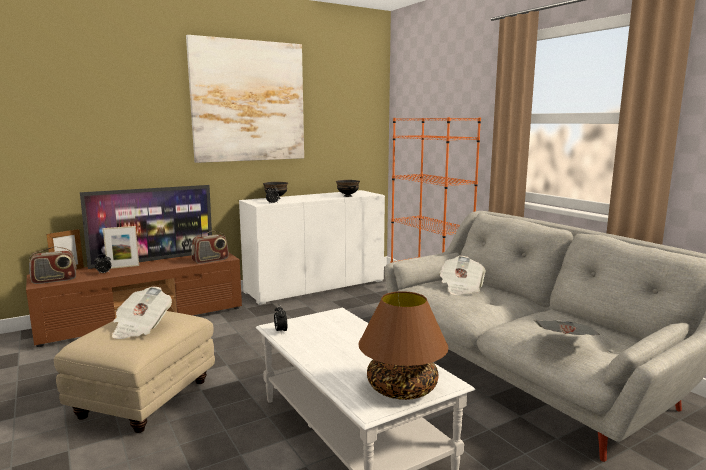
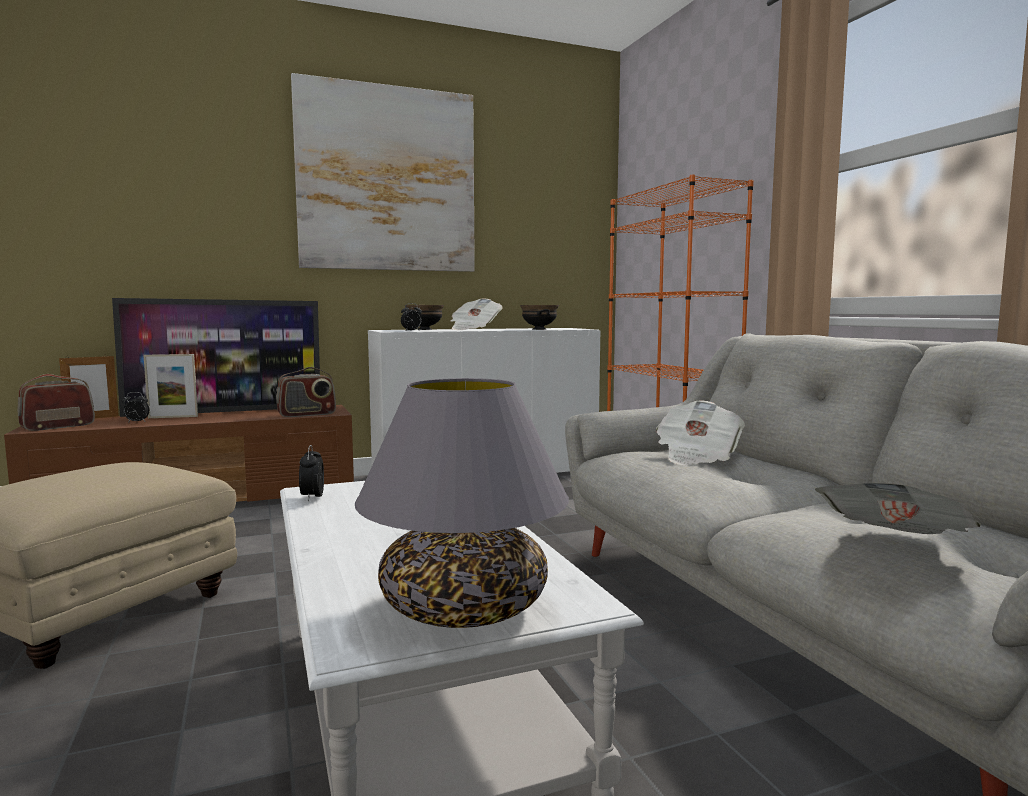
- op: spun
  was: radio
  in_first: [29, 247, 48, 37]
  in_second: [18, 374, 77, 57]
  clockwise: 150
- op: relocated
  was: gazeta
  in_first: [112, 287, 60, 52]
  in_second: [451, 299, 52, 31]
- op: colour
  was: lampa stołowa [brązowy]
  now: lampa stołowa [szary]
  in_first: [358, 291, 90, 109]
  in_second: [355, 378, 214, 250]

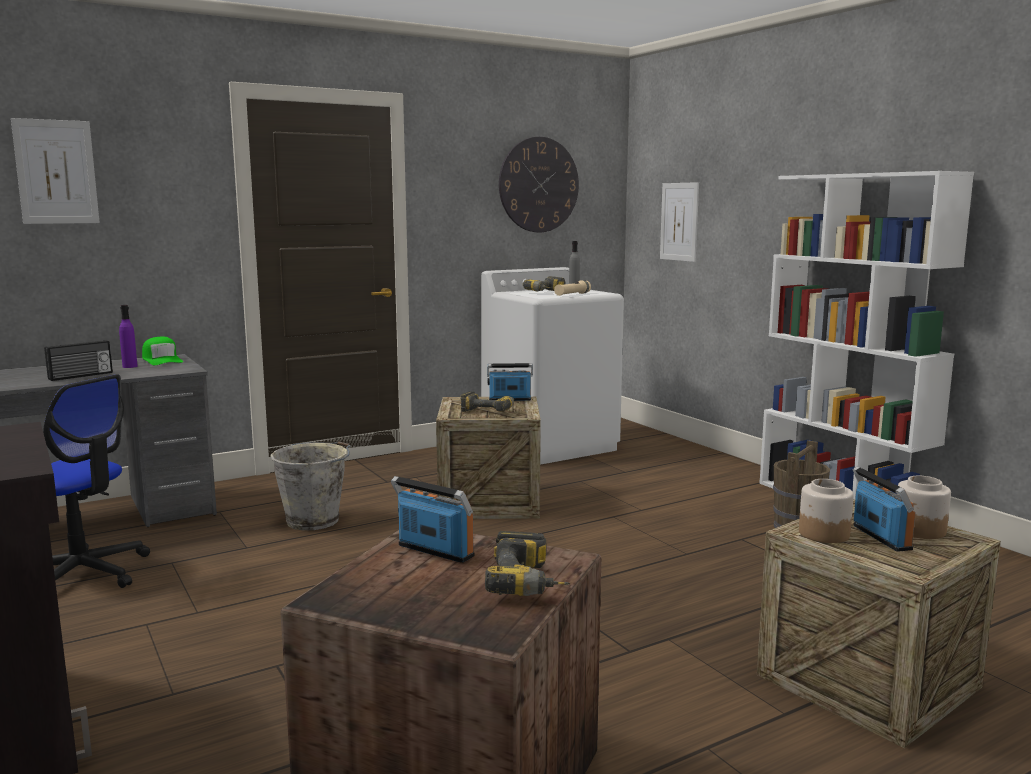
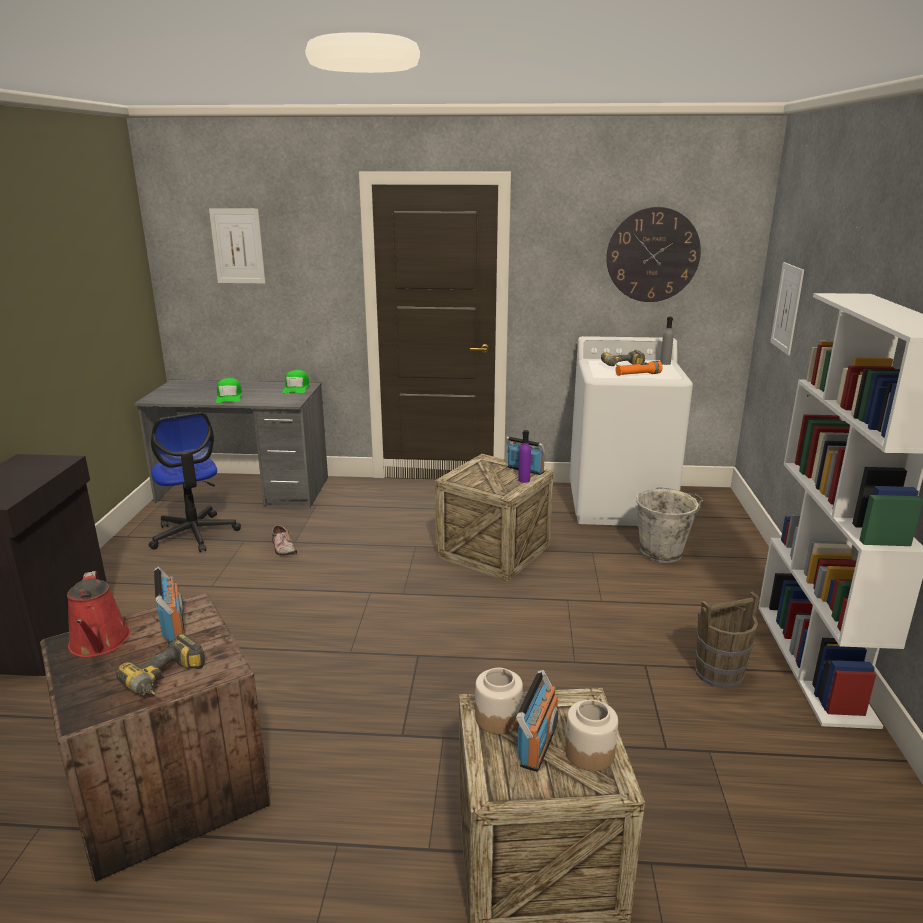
- op: exchanged
  was: radio
  now: czapka z daszkiem [zielony]
  in_first: [44, 340, 69, 41]
  in_second: [216, 378, 26, 25]
- op: relocated
  was: butelka [fioletowy]
  in_first: [119, 305, 19, 63]
  in_second: [518, 430, 13, 53]
- op: relocated
  was: wiadro [szary]
  in_first: [270, 441, 80, 89]
  in_second: [636, 487, 68, 76]
- op: missing
  was: wiertarka
  in_first: [460, 391, 54, 21]
- op: colour
  was: latarka [beżowy]
  now: latarka [pomarańczowy]
  in_first: [554, 280, 37, 16]
  in_second: [616, 361, 47, 15]
- op: appeared
  now: konewka [czerwony]
  in_second: [67, 571, 64, 86]
- op: appeared
  now: but
  in_second: [272, 525, 25, 31]

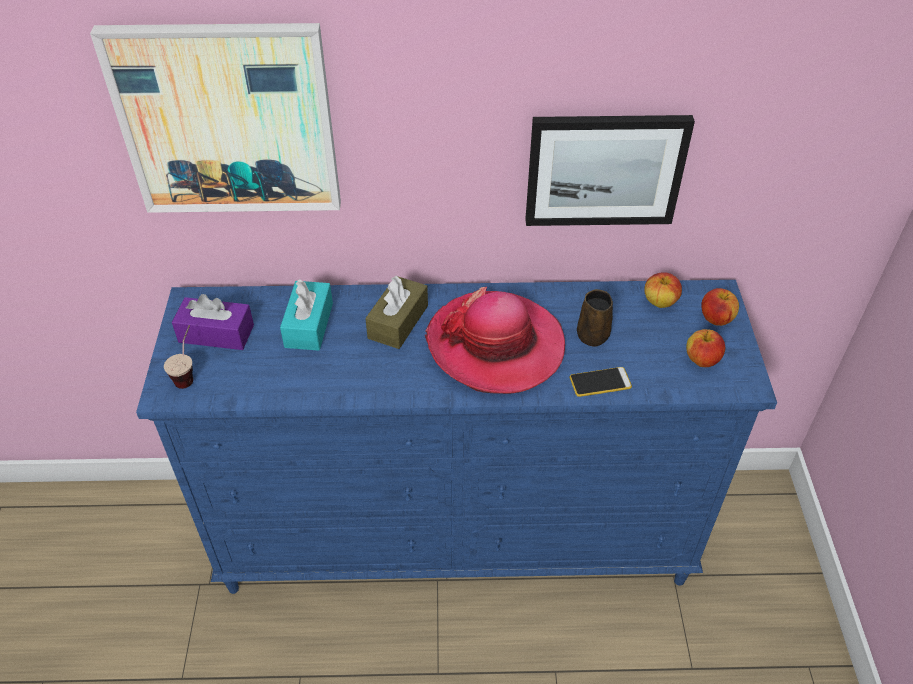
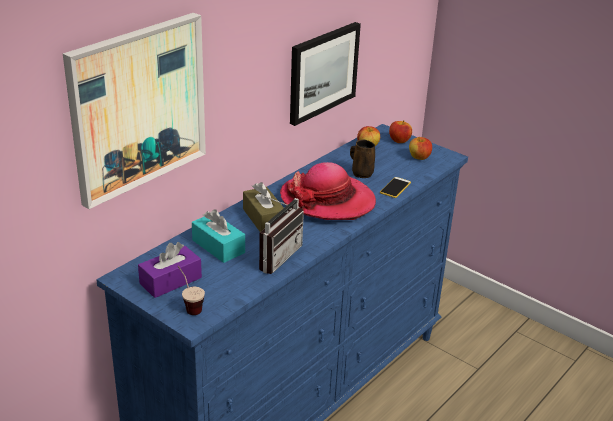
- op: appeared
  now: radio
  in_second: [258, 193, 46, 81]

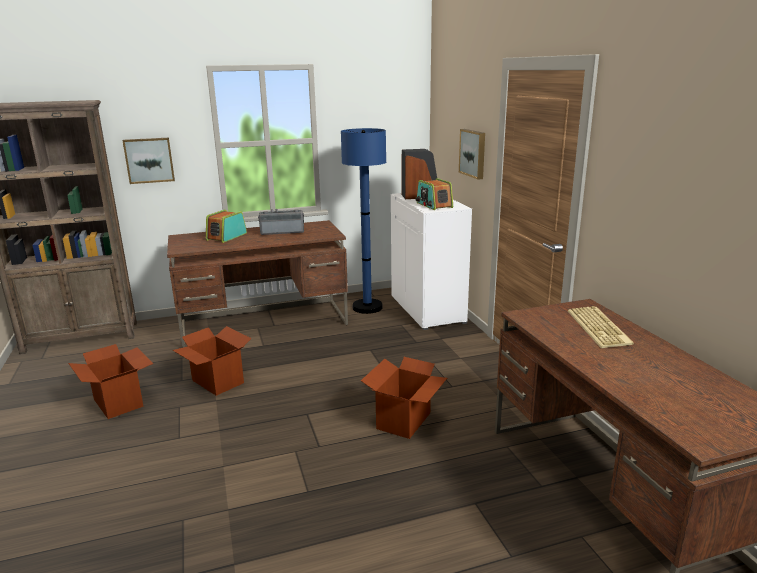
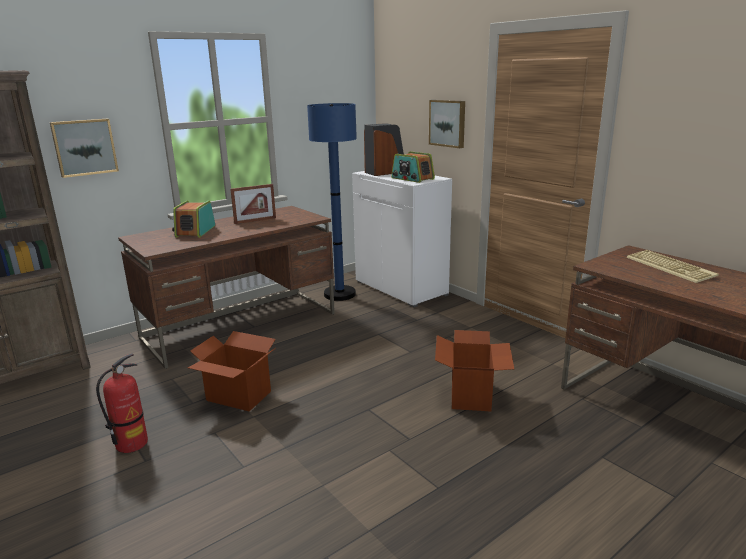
- op: exchanged
  was: karton
  now: gaśnica
  in_first: [68, 344, 86, 75]
  in_second: [96, 353, 52, 100]
- op: exchanged
  was: radio
  now: ramka na zdjęcie
  in_first: [258, 209, 46, 26]
  in_second: [230, 184, 46, 40]

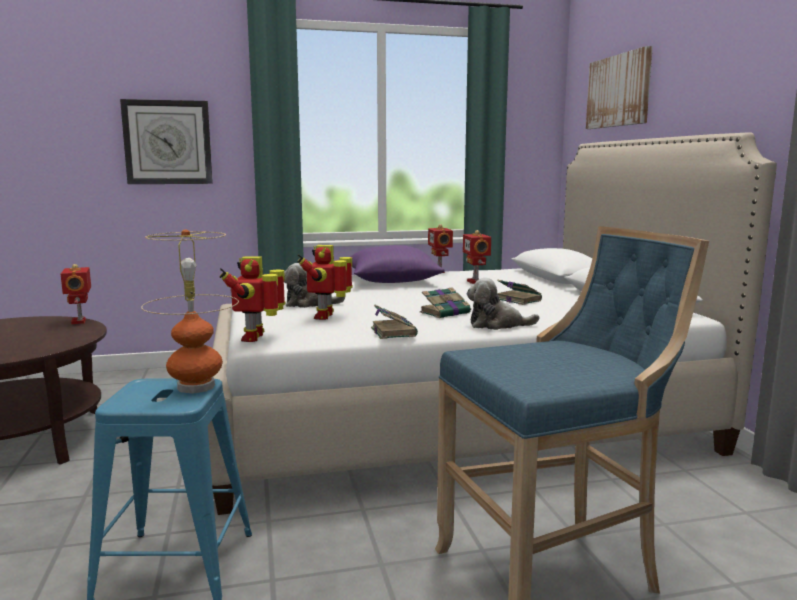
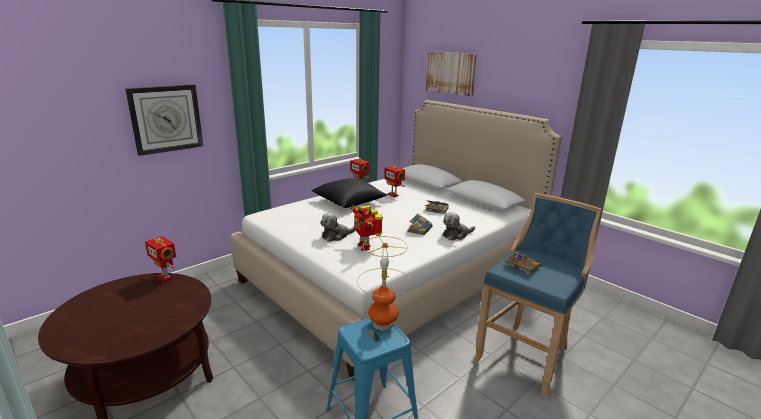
- op: missing
  was: robot zabawkowy
  in_first: [220, 256, 65, 86]
- op: colour
  was: poduszka [fioletowy]
  now: poduszka [czarny]
  in_first: [350, 245, 95, 38]
  in_second: [312, 178, 75, 30]
- op: relocated
  was: książka
  in_first: [371, 304, 47, 35]
  in_second: [504, 251, 37, 24]

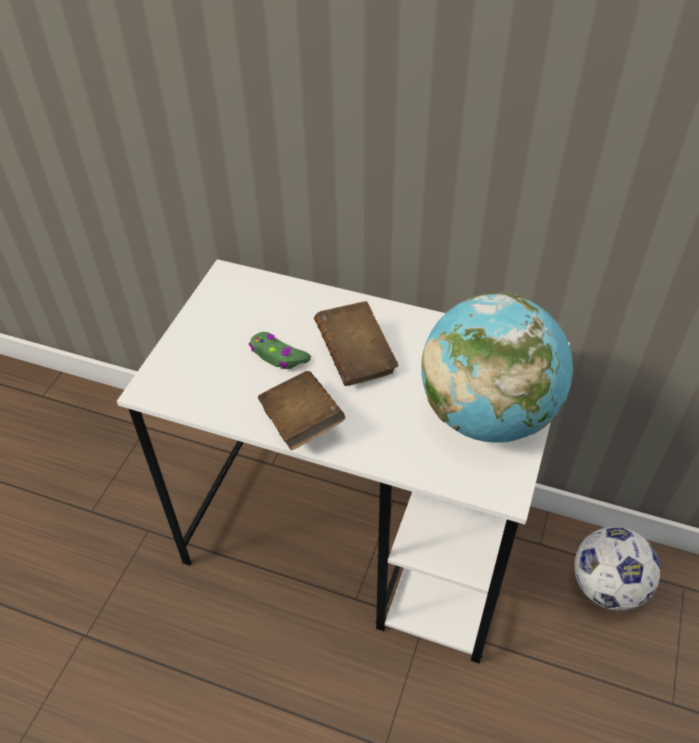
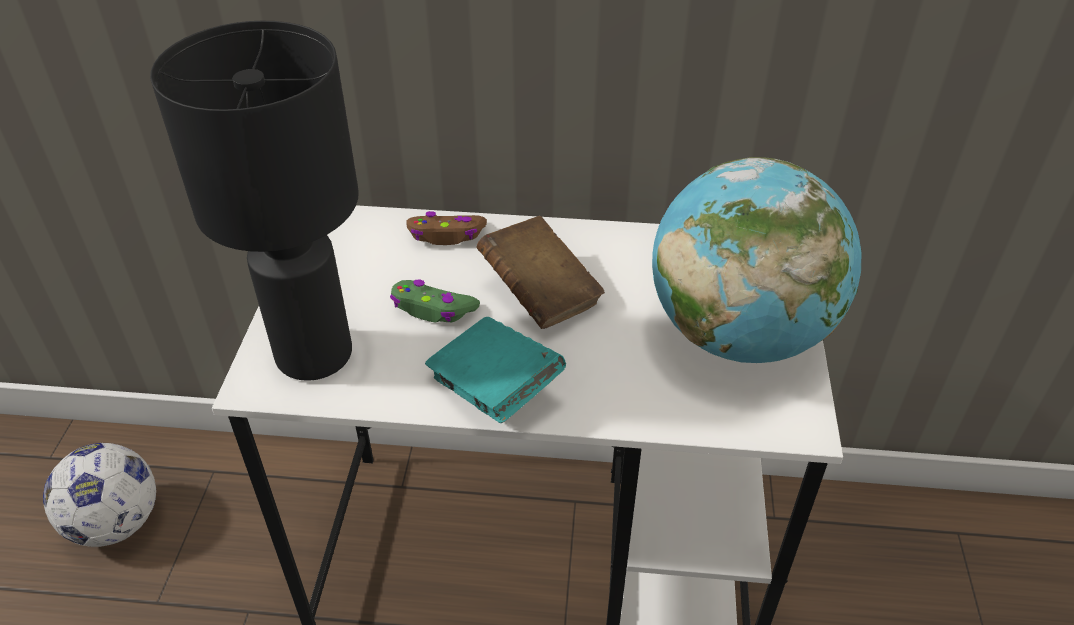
- op: colour
  was: książka [brązowy]
  now: książka [turkusowy]
  in_first: [258, 371, 87, 79]
  in_second: [425, 317, 141, 106]
- op: relocated
  was: piłka futbolowa
  in_first: [574, 527, 86, 83]
  in_second: [43, 443, 113, 104]
- op: appeared
  now: lampa stołowa [czarny]
  in_second: [150, 21, 209, 360]
- op: appeared
  now: pad do gier [brązowy]
  in_second: [406, 211, 81, 34]

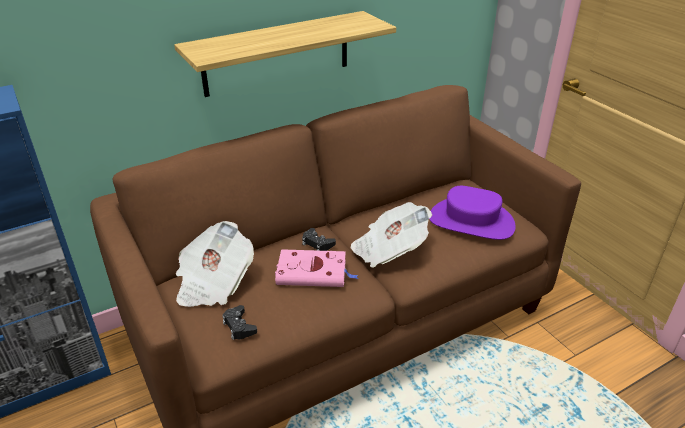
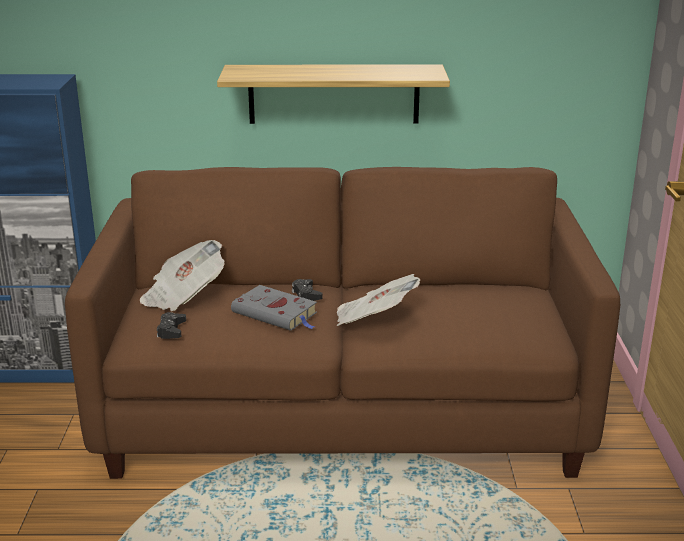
- op: colour
  was: książka [różowy]
  now: książka [szary]
  in_first: [275, 249, 83, 38]
  in_second: [231, 285, 86, 46]
- op: missing
  was: kapelusz [fioletowy]
  in_first: [430, 186, 86, 54]

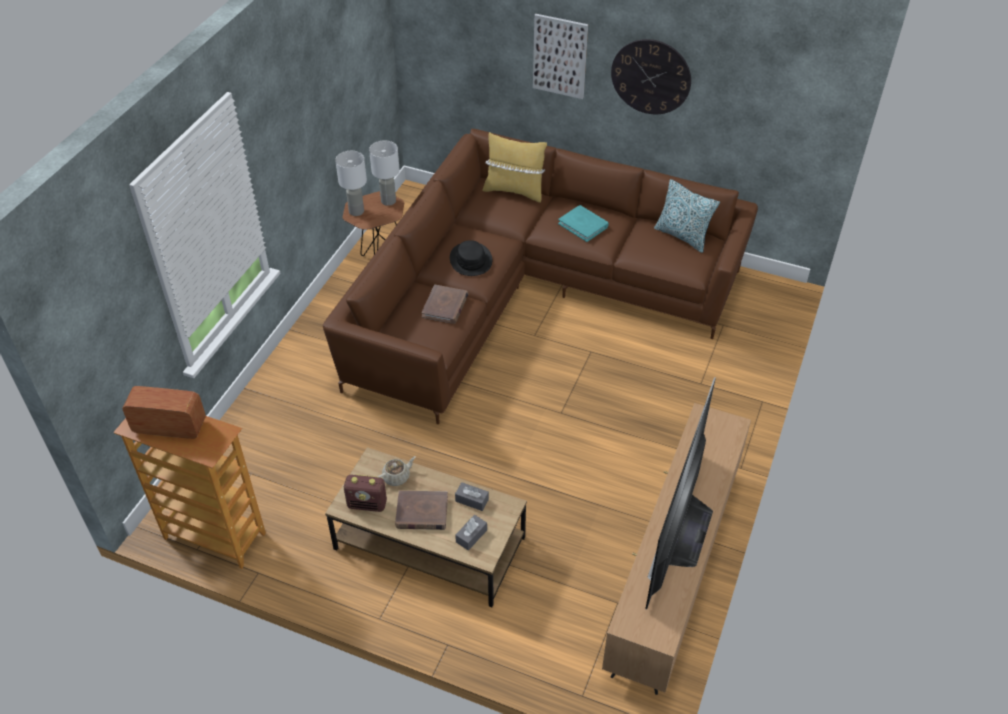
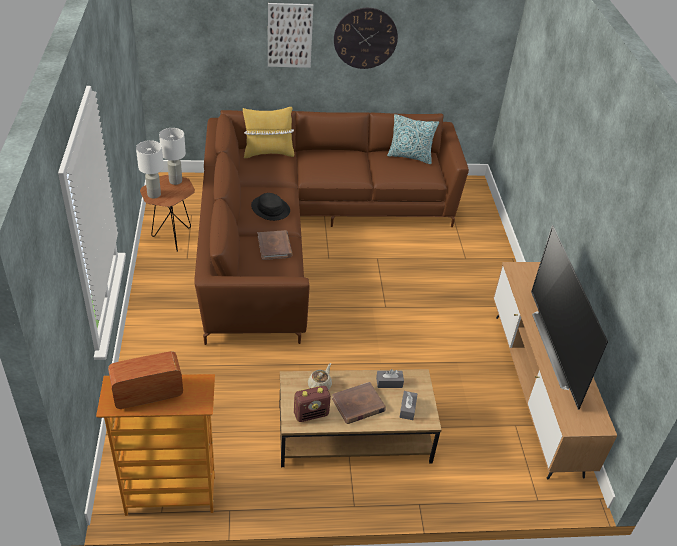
- op: missing
  was: książka [turkusowy]
  in_first: [558, 205, 51, 37]

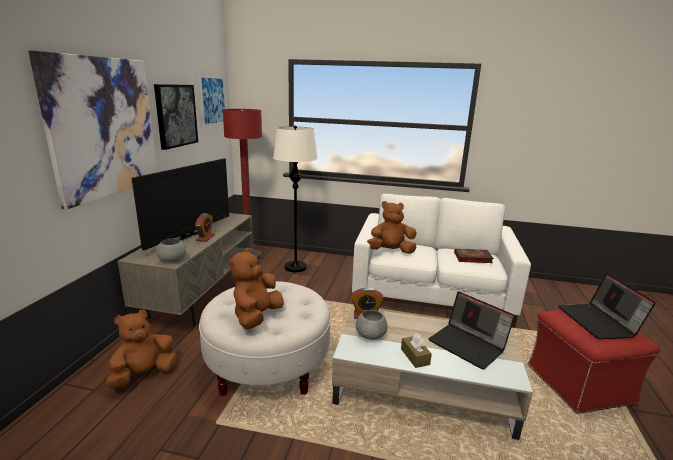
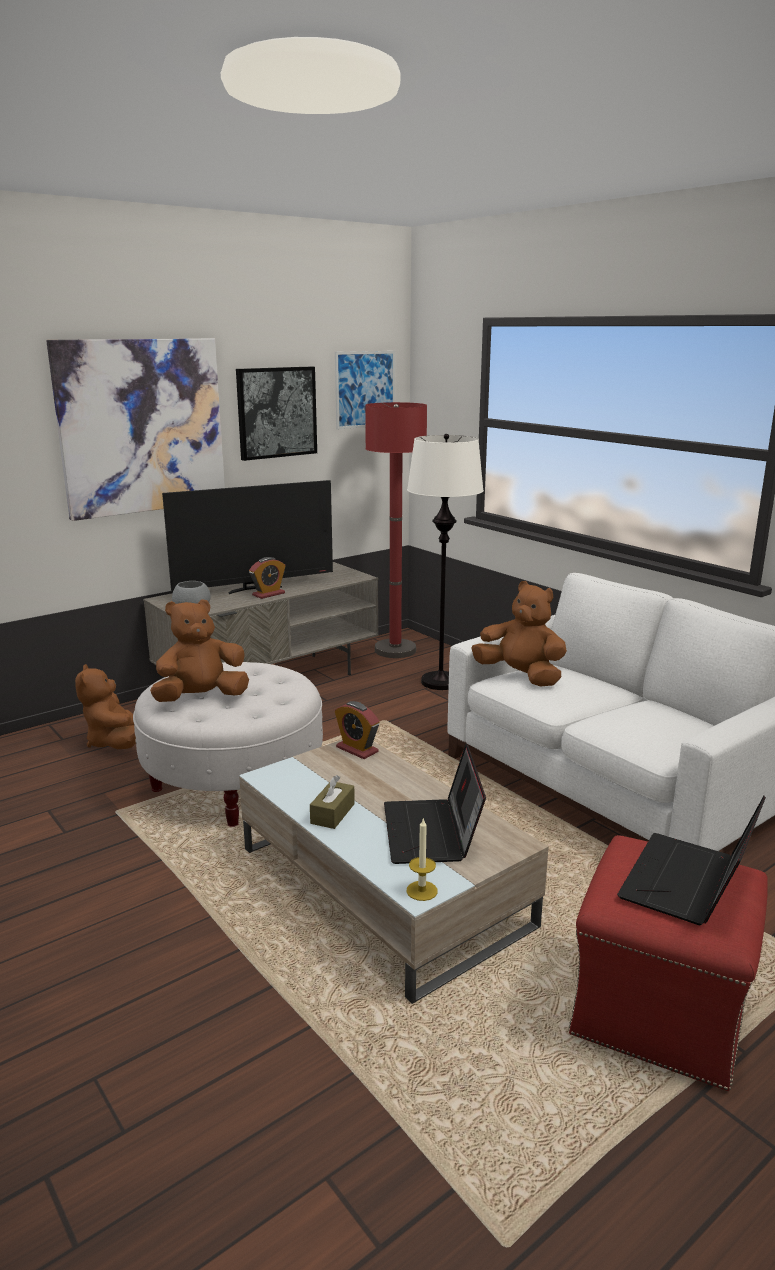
- op: spun
  was: pluszak [brązowy]
  in_first: [105, 310, 73, 79]
  in_second: [75, 664, 61, 85]
  clockwise: -105
- op: missing
  was: miska [szary]
  in_first: [356, 310, 31, 30]
- op: missing
  was: książka
  in_first: [454, 249, 40, 14]
- op: appeared
  now: świeca
  in_second: [406, 817, 32, 84]

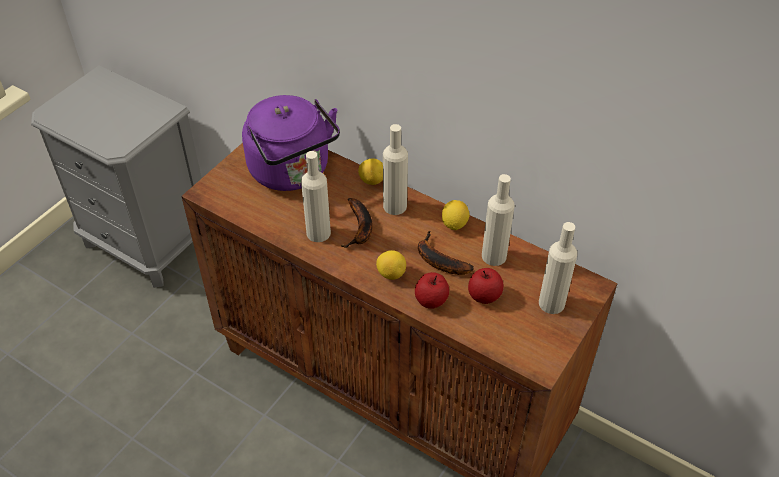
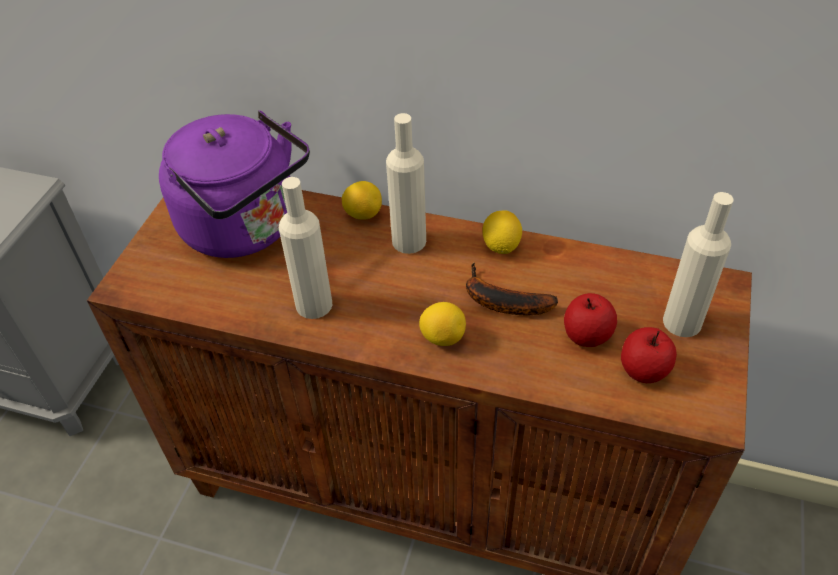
- op: missing
  was: banan
  in_first: [342, 198, 31, 50]
- op: relocated
  was: jabłko
  in_first: [415, 272, 34, 37]
  in_second: [621, 327, 56, 56]
- op: missing
  was: butelka [beżowy]
  in_first: [482, 174, 33, 92]

